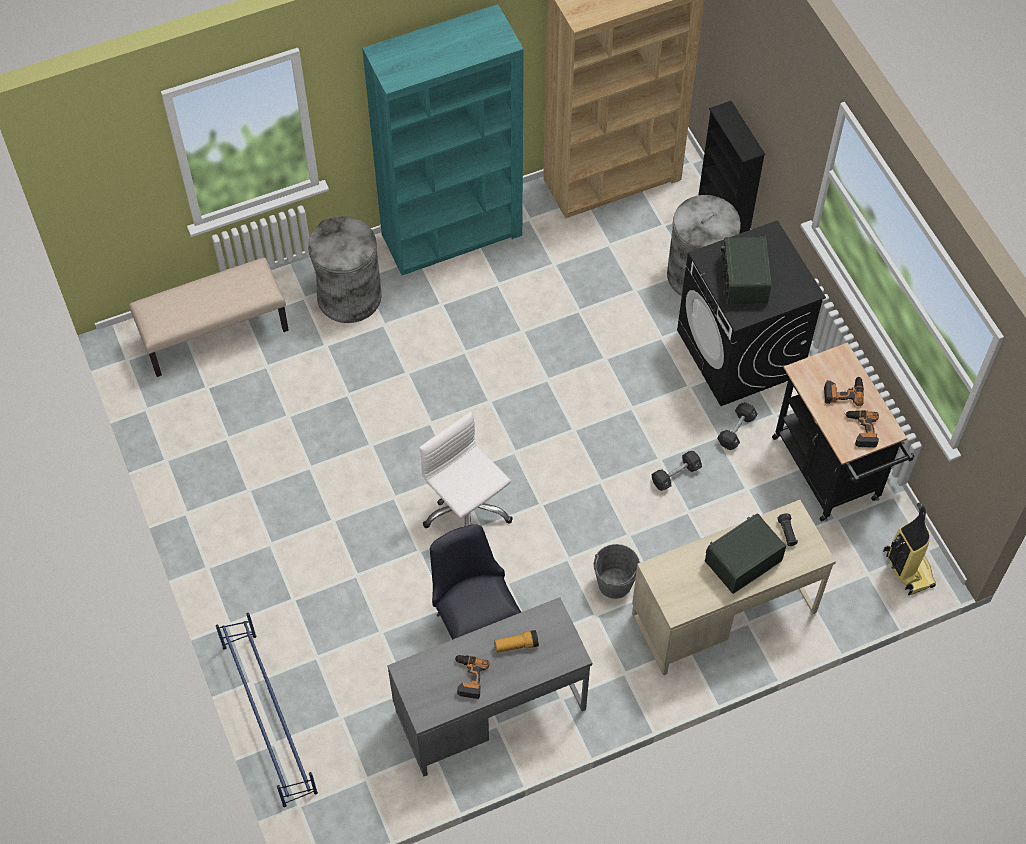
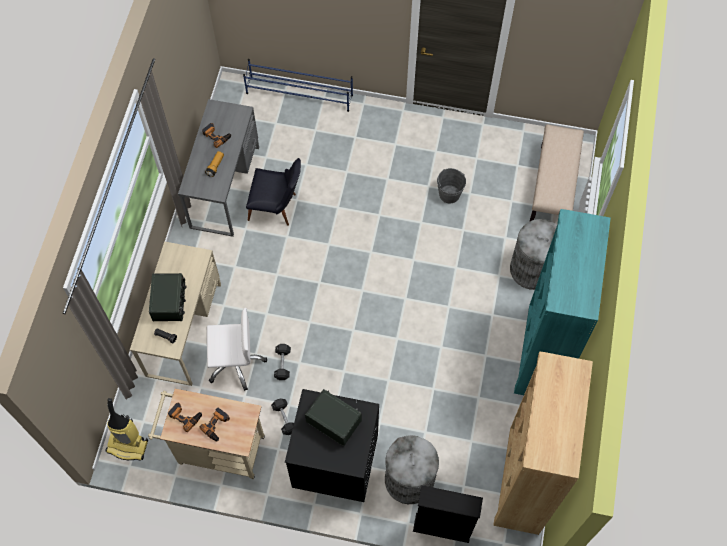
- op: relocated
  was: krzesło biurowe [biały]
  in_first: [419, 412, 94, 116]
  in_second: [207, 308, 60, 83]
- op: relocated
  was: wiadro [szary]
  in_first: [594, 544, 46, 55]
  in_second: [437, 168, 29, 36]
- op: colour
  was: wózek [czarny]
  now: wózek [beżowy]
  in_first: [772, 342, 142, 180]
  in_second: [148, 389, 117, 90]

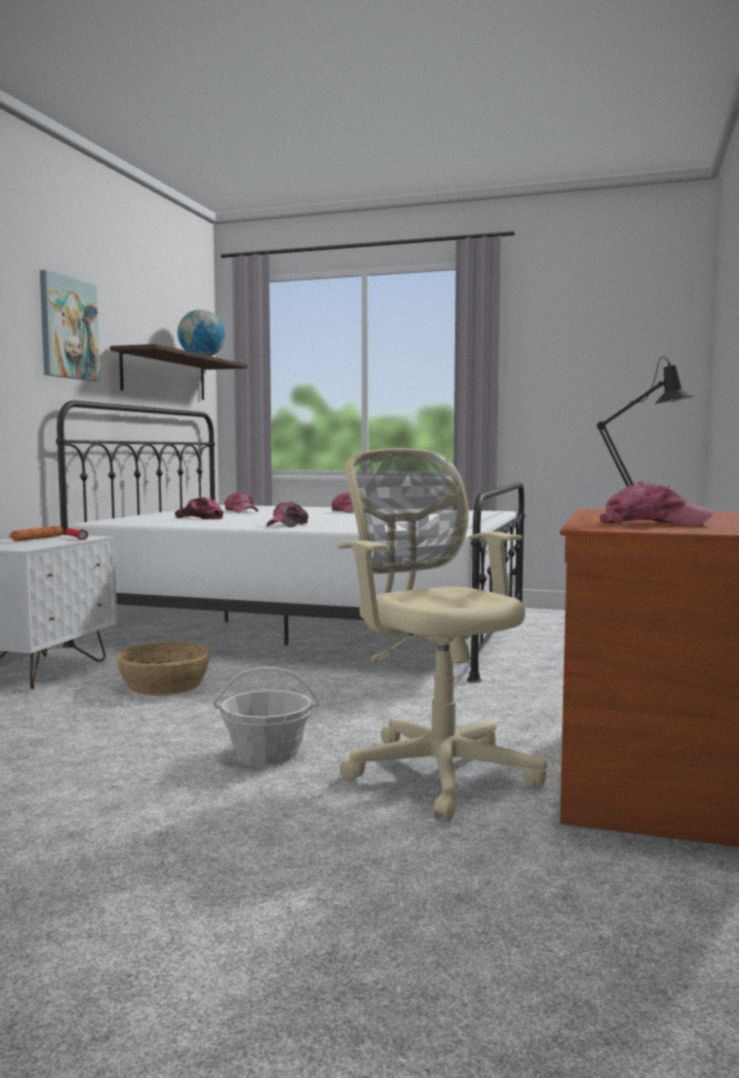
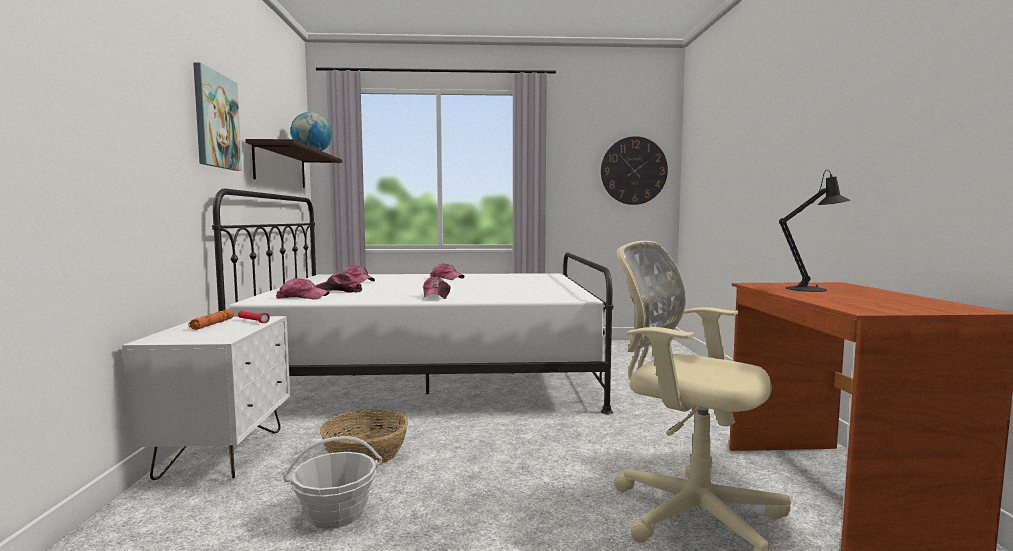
- op: relocated
  was: koszyk
  in_first: [213, 667, 107, 98]
  in_second: [283, 436, 99, 93]
- op: relocated
  was: czapka z daszkiem
  in_first: [599, 481, 116, 45]
  in_second: [276, 278, 54, 22]
- op: appeared
  now: zegar ścienny
  in_second: [601, 136, 67, 69]

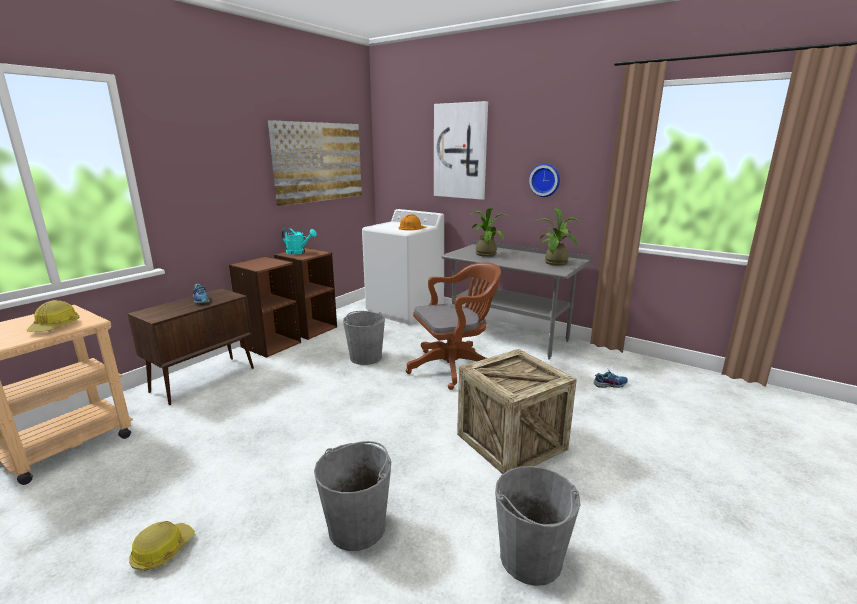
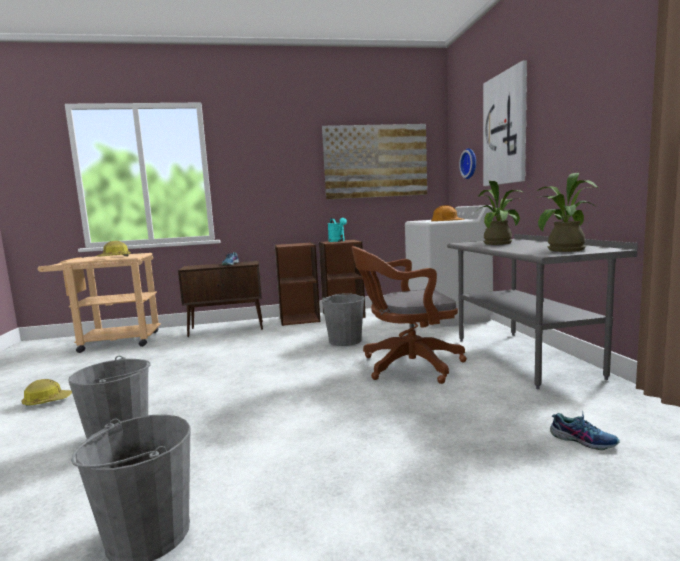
- op: spun
  was: krzesło biurowe [brązowy]
  in_first: [406, 262, 95, 128]
  in_second: [351, 246, 116, 138]
  clockwise: 150
- op: missing
  was: skrzynka
  in_first: [457, 349, 120, 125]
- op: relocated
  was: zegar ścienny
  in_first: [529, 164, 31, 33]
  in_second: [459, 148, 17, 31]

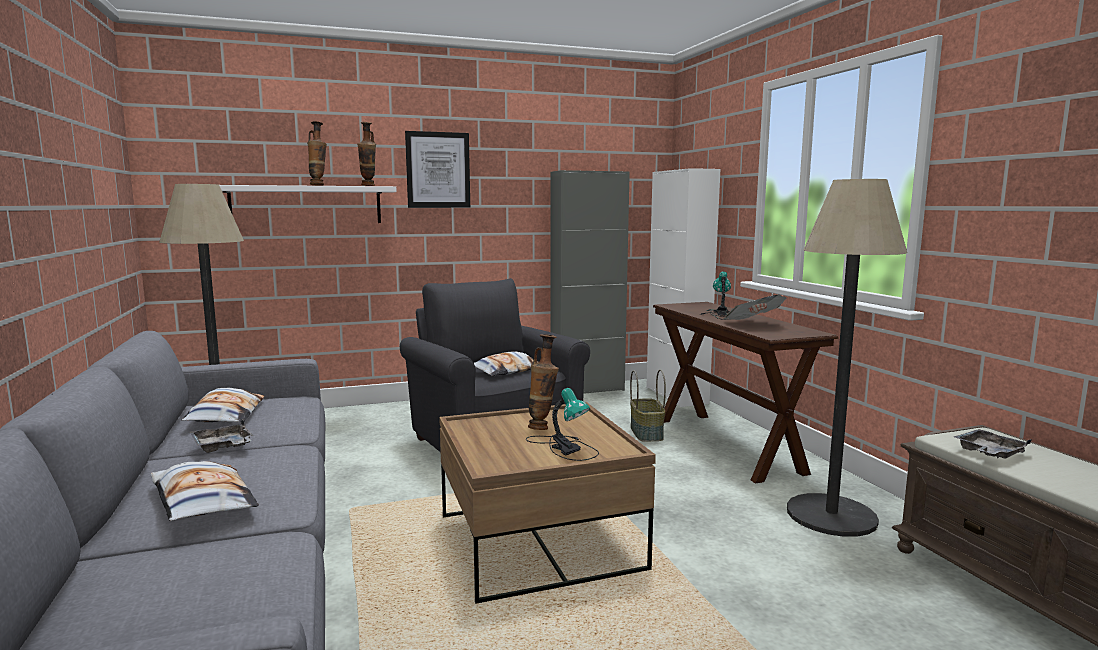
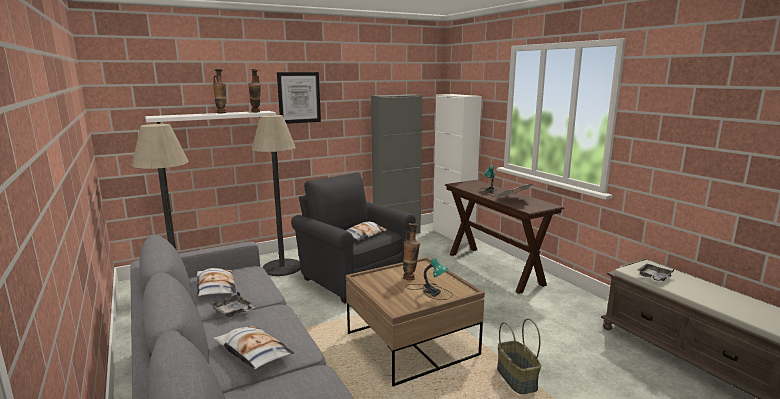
- op: relocated
  was: koszyk
  in_first: [630, 370, 36, 72]
  in_second: [497, 318, 44, 77]
- op: relocated
  was: lampa stojąca
  in_first: [787, 179, 120, 358]
  in_second: [252, 115, 49, 161]

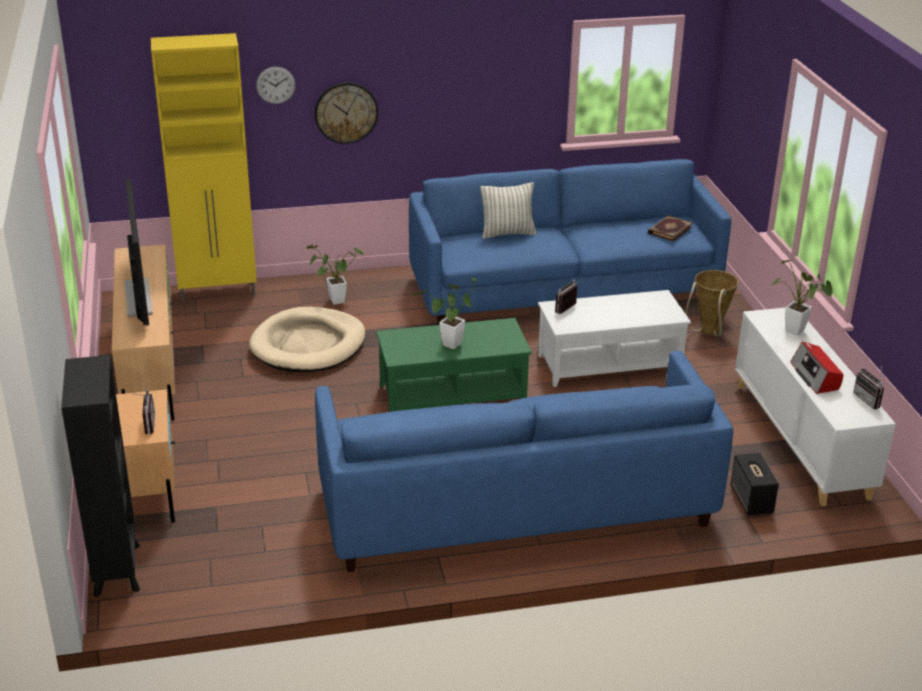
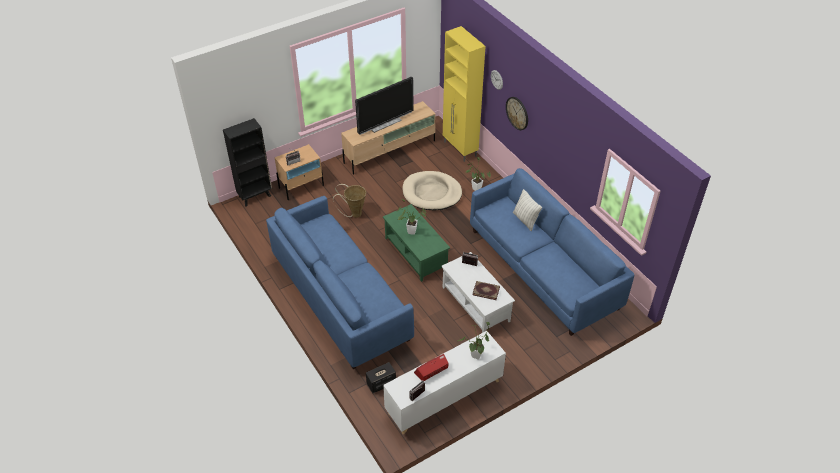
- op: relocated
  was: książka
  in_first: [648, 215, 45, 26]
  in_second: [473, 281, 27, 19]
- op: relocated
  was: koszyk
  in_first: [686, 270, 52, 66]
  in_second: [333, 184, 33, 34]

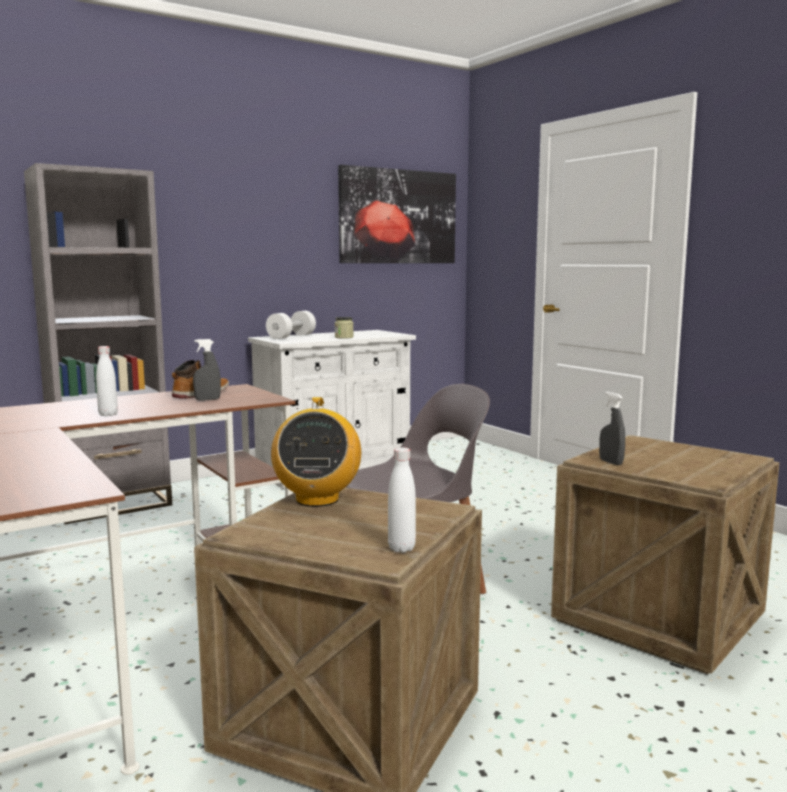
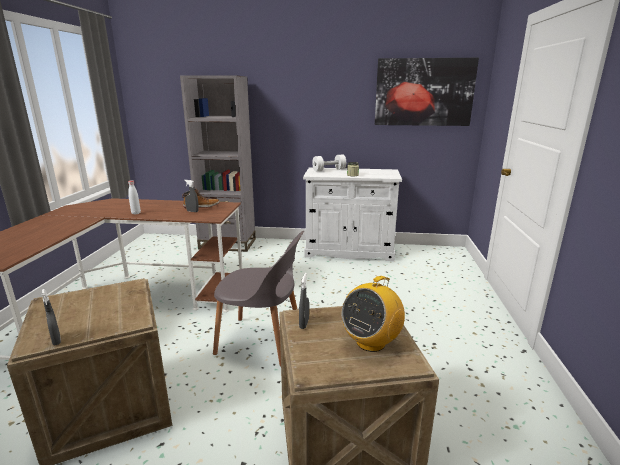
- op: relocated
  was: radio
  in_first: [271, 397, 90, 110]
  in_second: [341, 275, 64, 77]
- op: exchanged
  was: butelka [biały]
  now: spryskiwacz [szary]
  in_first: [388, 447, 28, 106]
  in_second: [42, 289, 19, 56]

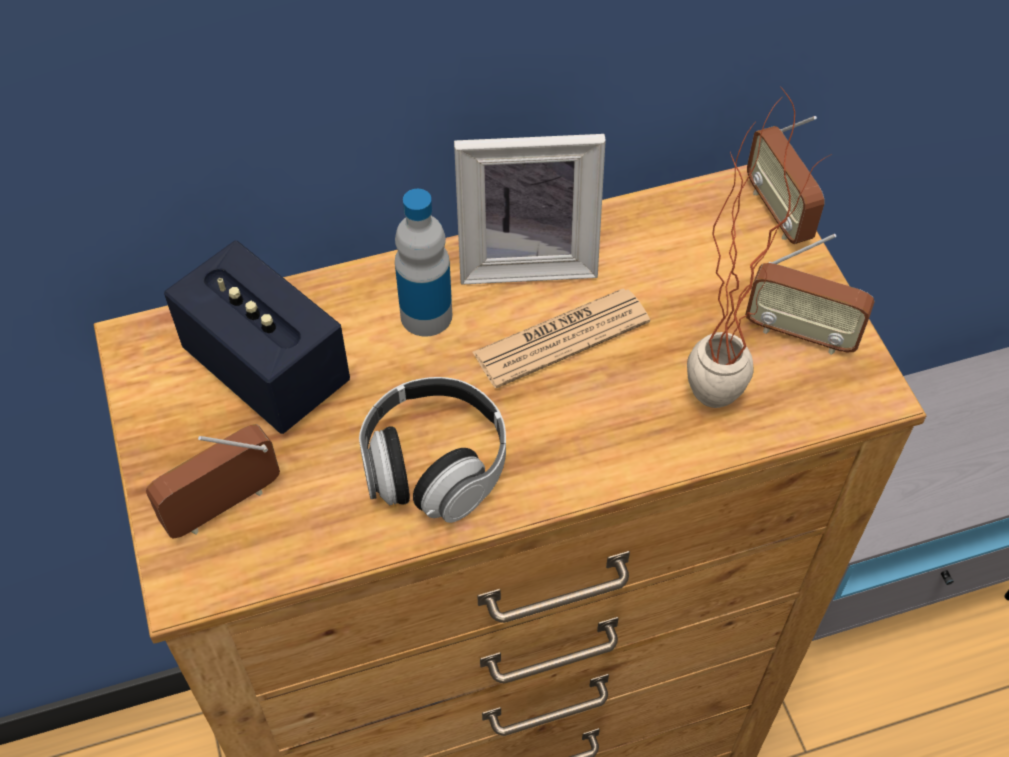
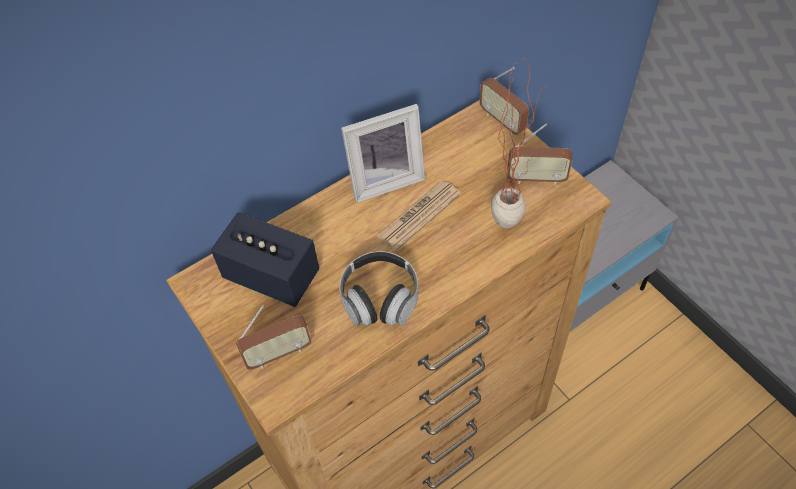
- op: spun
  was: radio
  in_first: [146, 424, 134, 115]
  in_second: [236, 305, 76, 64]
  clockwise: -150
- op: missing
  was: butelka
  in_first: [395, 189, 57, 148]

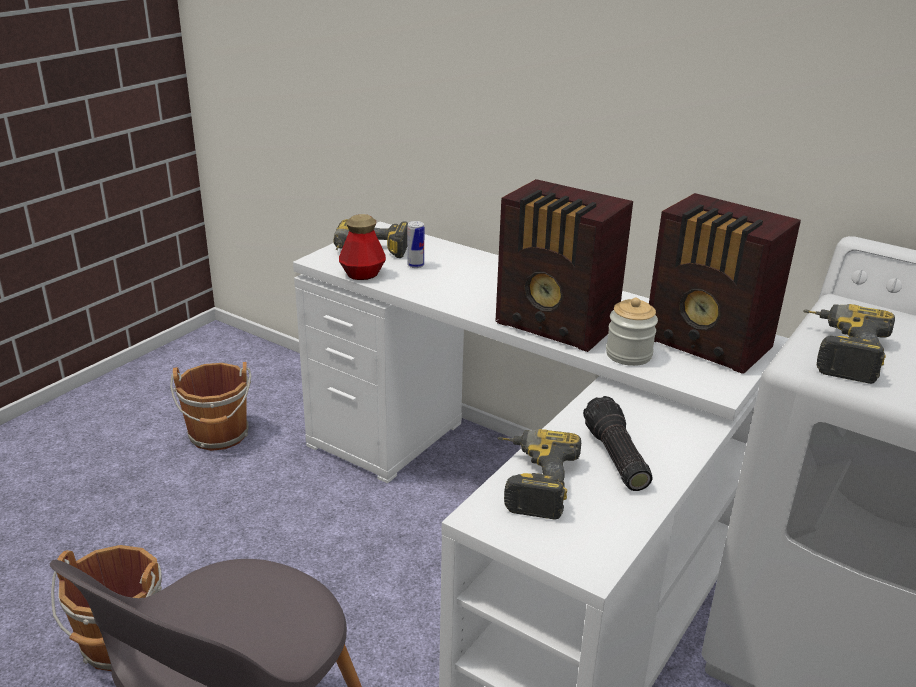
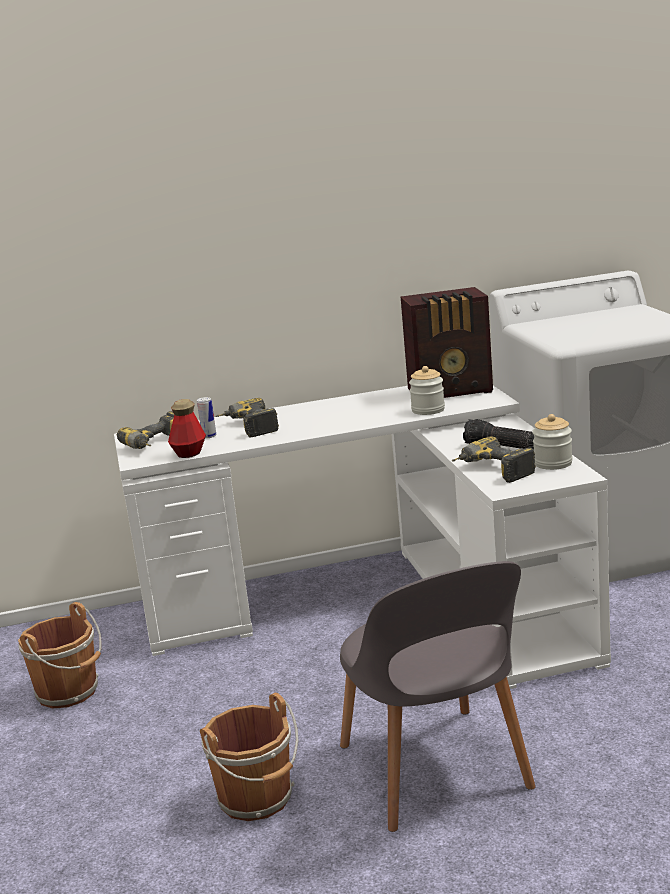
- op: missing
  was: radio
  in_first: [496, 179, 137, 173]
- op: relocated
  was: wiertarka
  in_first: [803, 304, 92, 80]
  in_second: [215, 398, 64, 39]
- op: appeared
  now: słoik
  in_second: [532, 414, 41, 56]

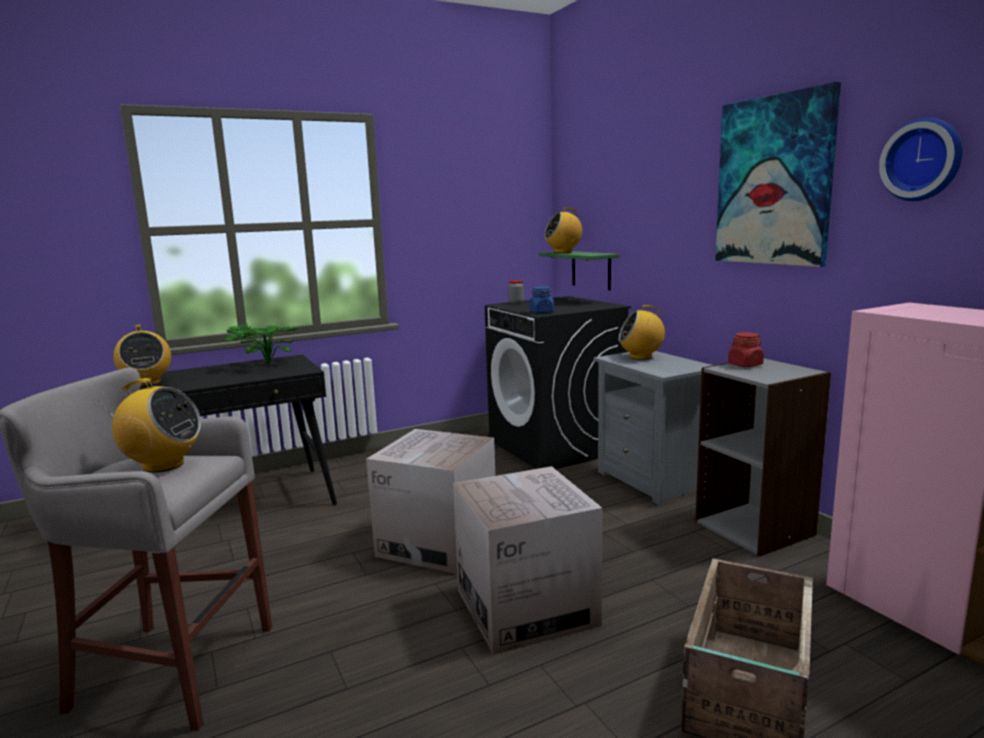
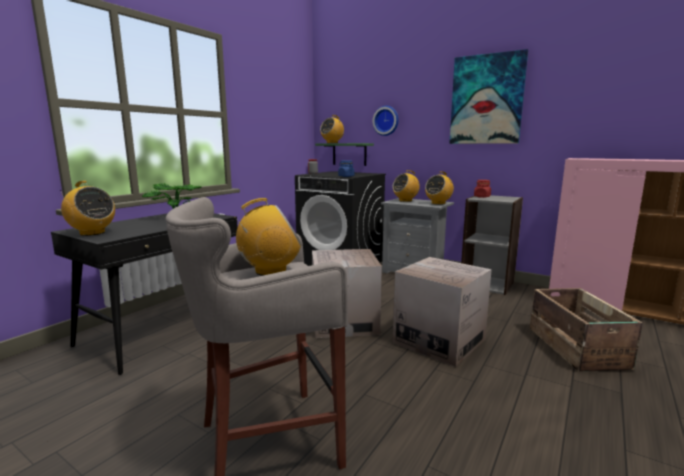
- op: relocated
  was: zegar ścienny
  in_first: [879, 118, 84, 83]
  in_second: [373, 106, 26, 30]
- op: appeared
  now: radio
  in_second: [425, 171, 29, 34]

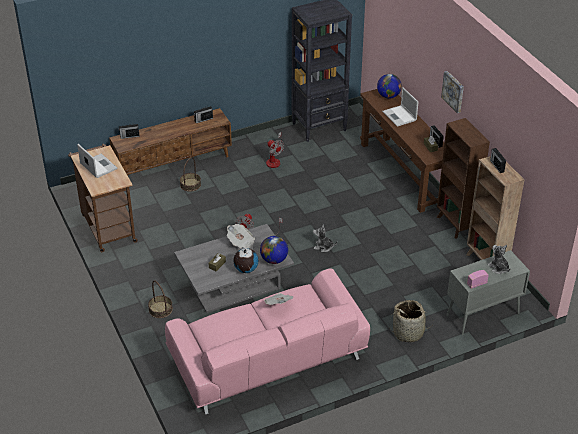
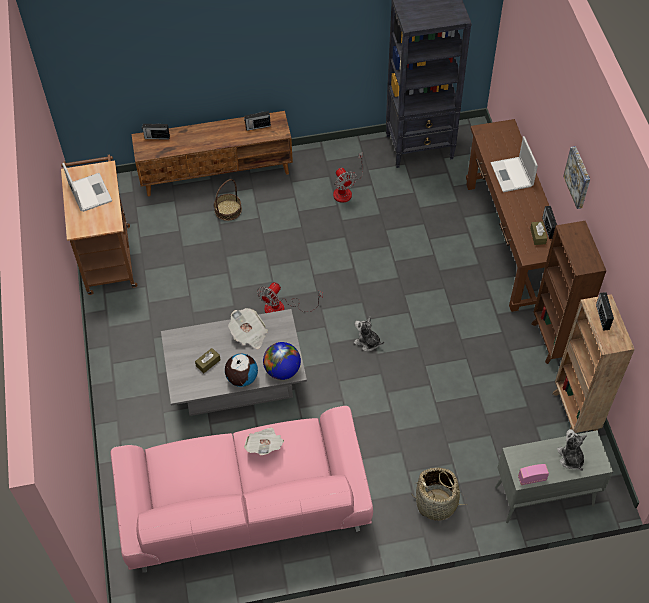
- op: missing
  was: koszyk
  in_first: [148, 280, 25, 38]
- op: missing
  was: globus
  in_first: [377, 74, 25, 25]

